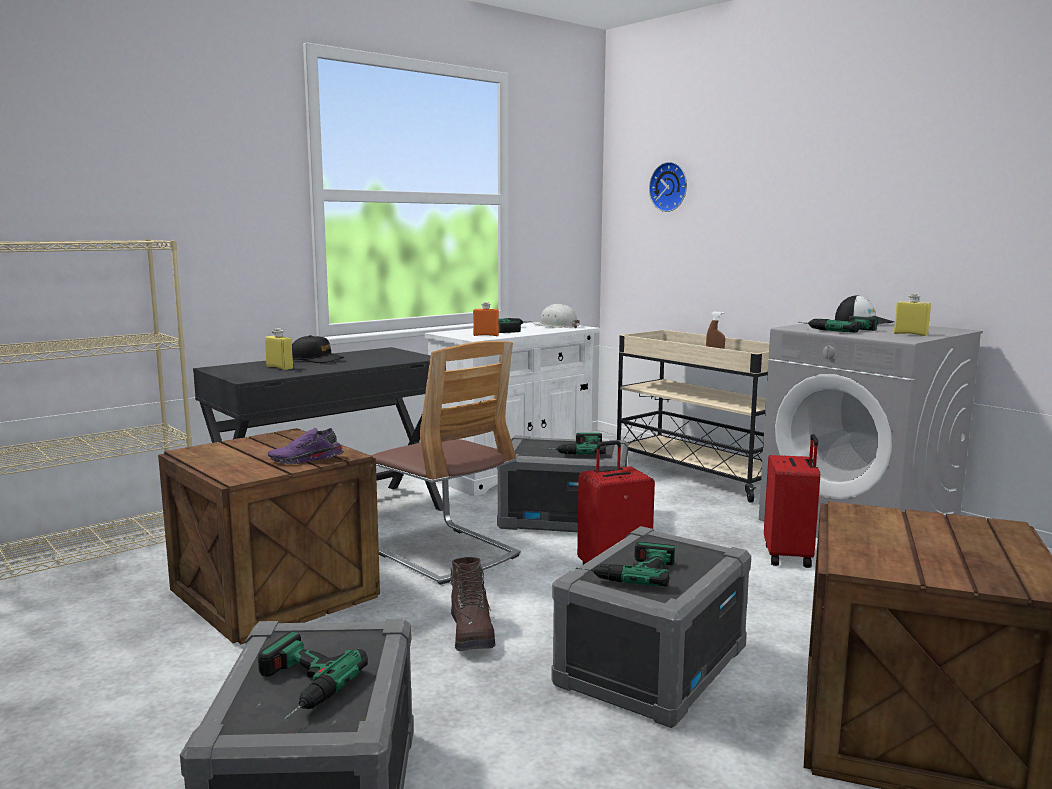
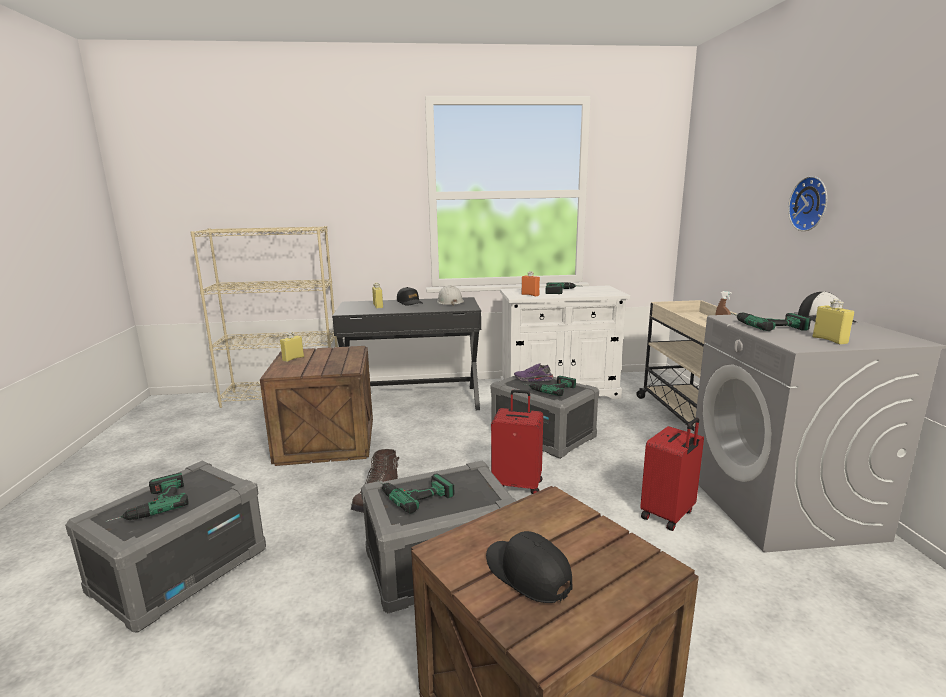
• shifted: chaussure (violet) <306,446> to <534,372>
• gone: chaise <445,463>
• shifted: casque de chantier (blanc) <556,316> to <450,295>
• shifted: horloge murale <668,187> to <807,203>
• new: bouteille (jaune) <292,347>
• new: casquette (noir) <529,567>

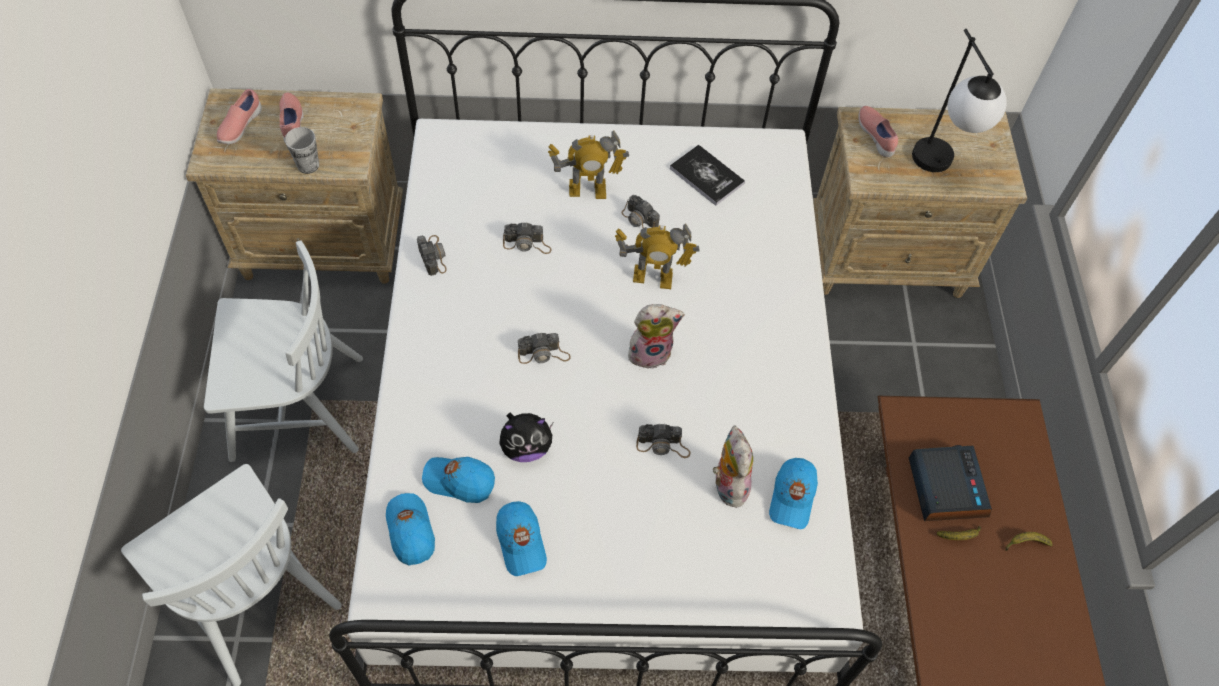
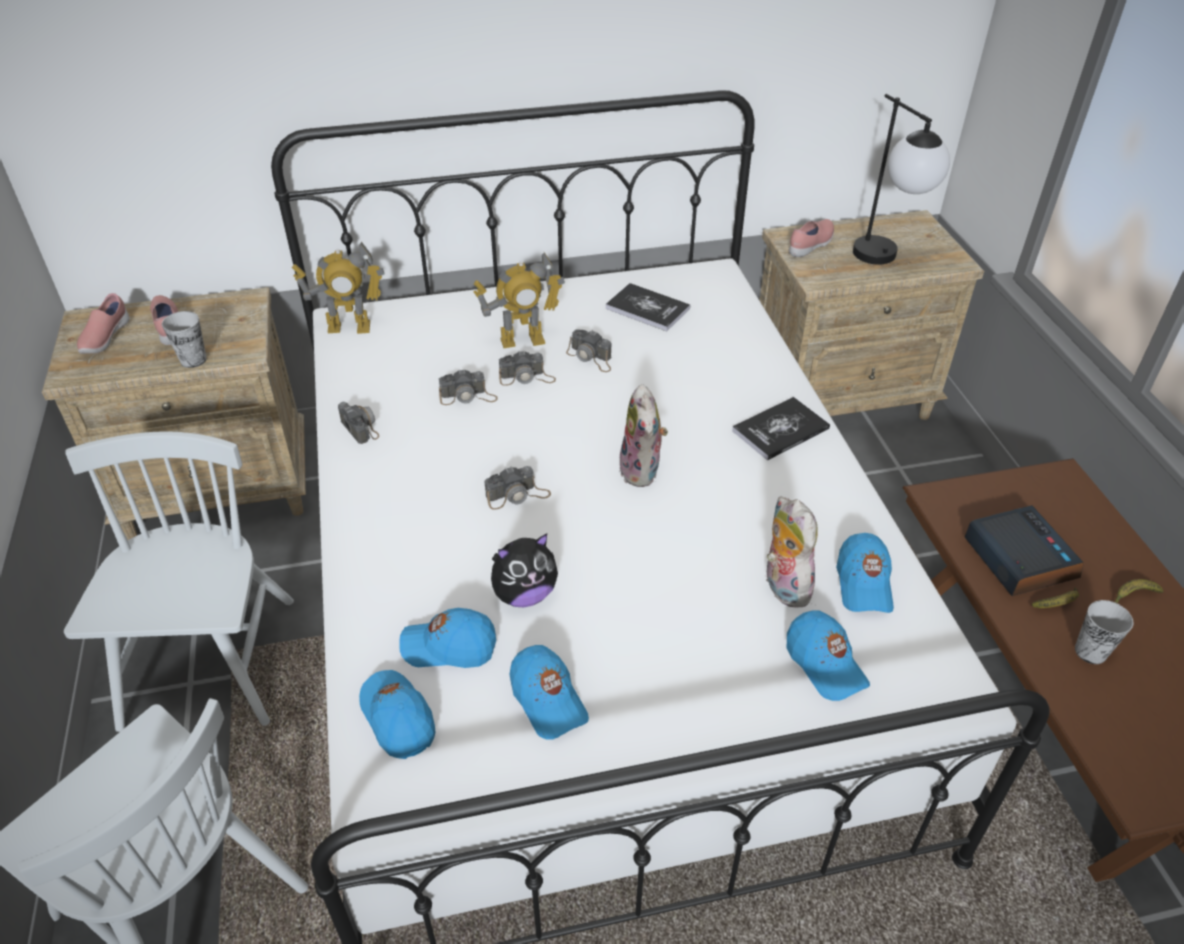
• rotated: chaise (blanc) <283,351> = <179,582> 75 degrees counterclockwise
• shifted: robot jouet <657,256> to <338,288>
• rotated: peluche <656,336> = <643,435> 105 degrees clockwise
• shifted: appareil photo <663,441> to <527,368>
• rotated: chaussure (rose) <878,131> = <811,238> 75 degrees clockwise
• new: livre <781,429>
• new: casquette (bleu) <828,655>
• new: tasse <1104,632>

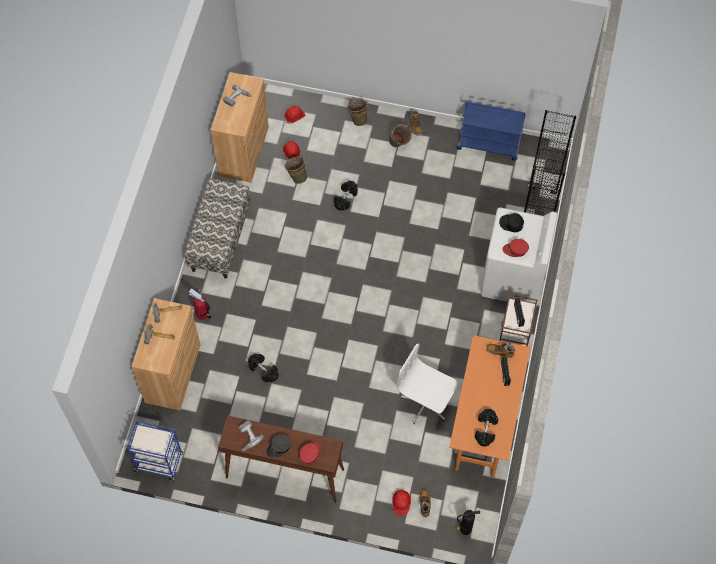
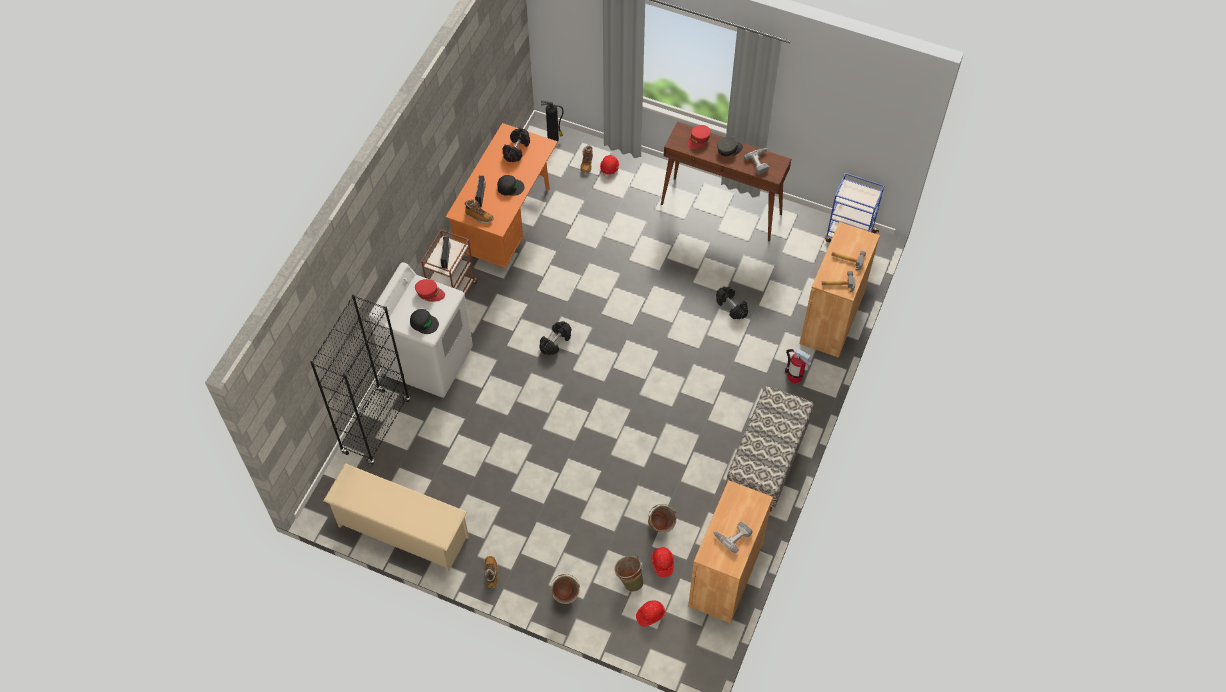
• shifted: haltère (noir) <346,195> to <555,338>
• shifted: seau (vert) <400,135> to <629,574>
• gone: chaise de bureau (blanc) <427,384>
• swapped: chariot (bleu) <491,131> to étagère à chaussures (beige) <396,517>
• new: casquette (noir) <510,185>

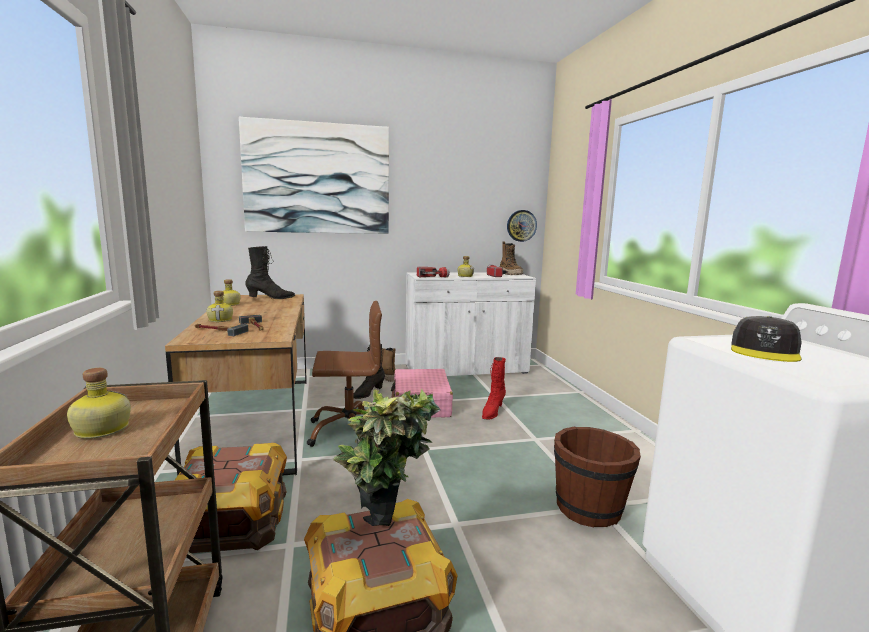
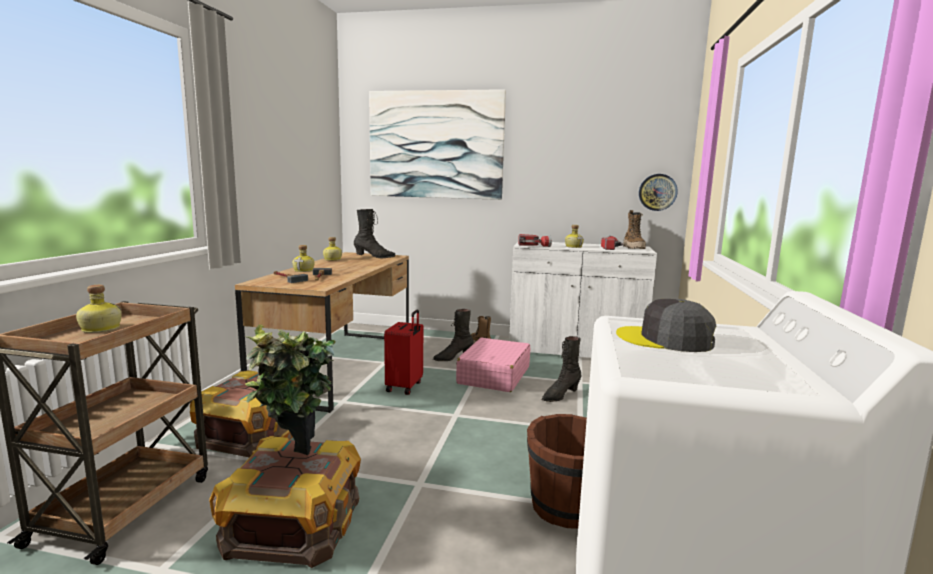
• swapped: chaise de bureau (marron) <344,374> to valise (rouge) <403,352>
• repainted: botte (rouge) <494,388> to botte (noir) <561,369>
• rotated: casquette (gris) <766,339> = <666,325> 60 degrees clockwise

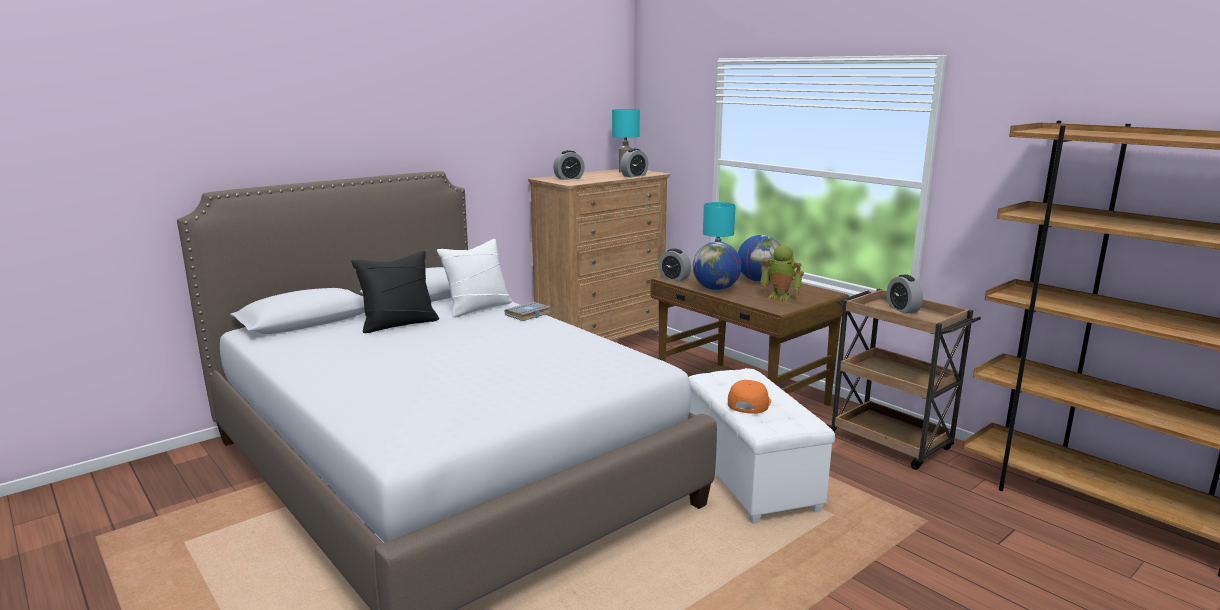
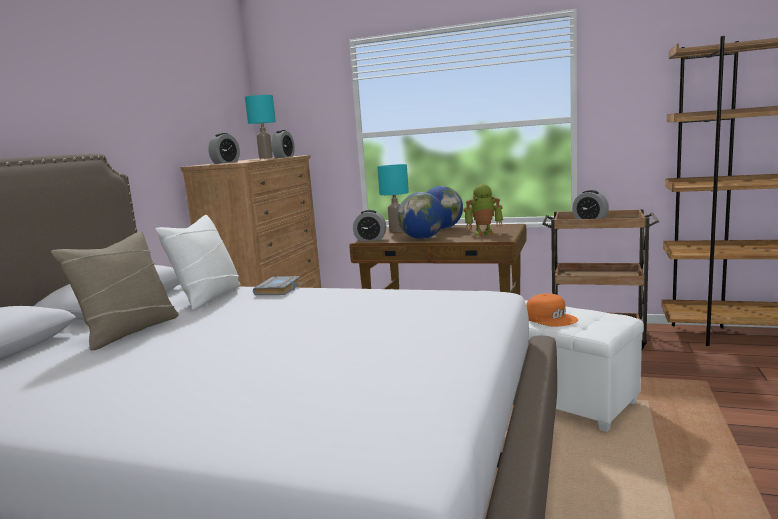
• repainted: coussin (noir) <395,292> to coussin (beige) <115,291>
• rotated: casquette (orange) <749,397> = <552,309> 150 degrees clockwise

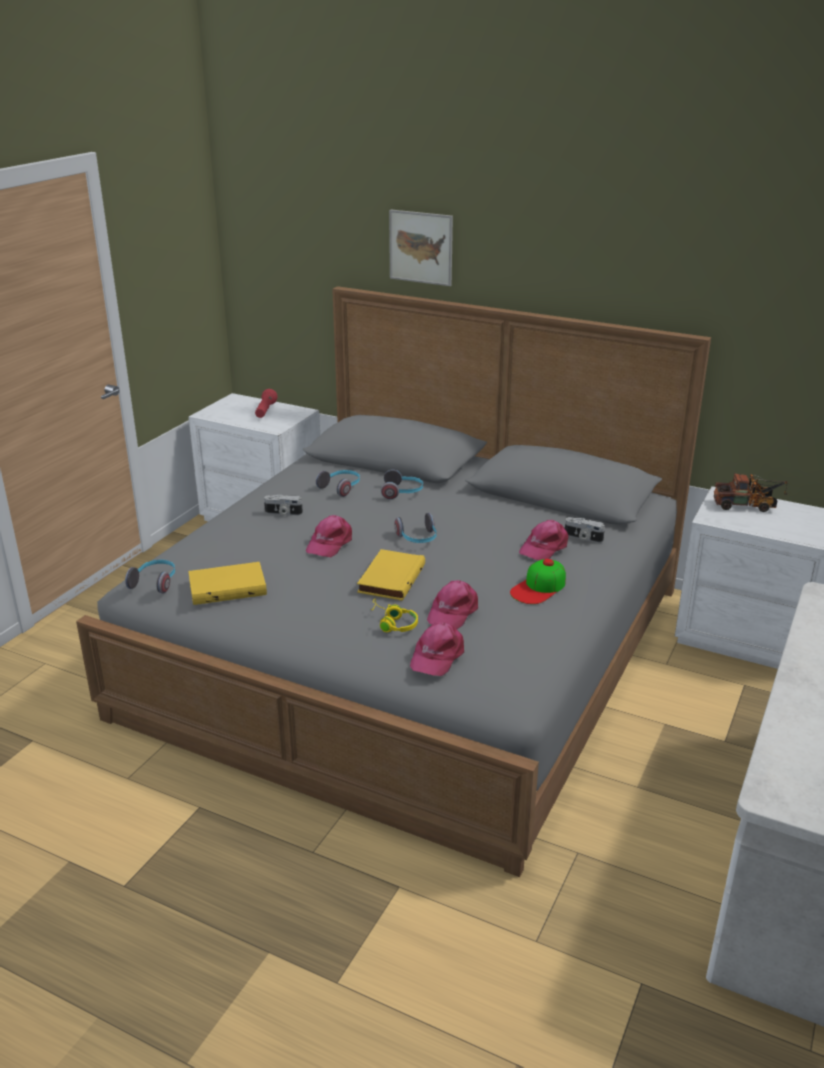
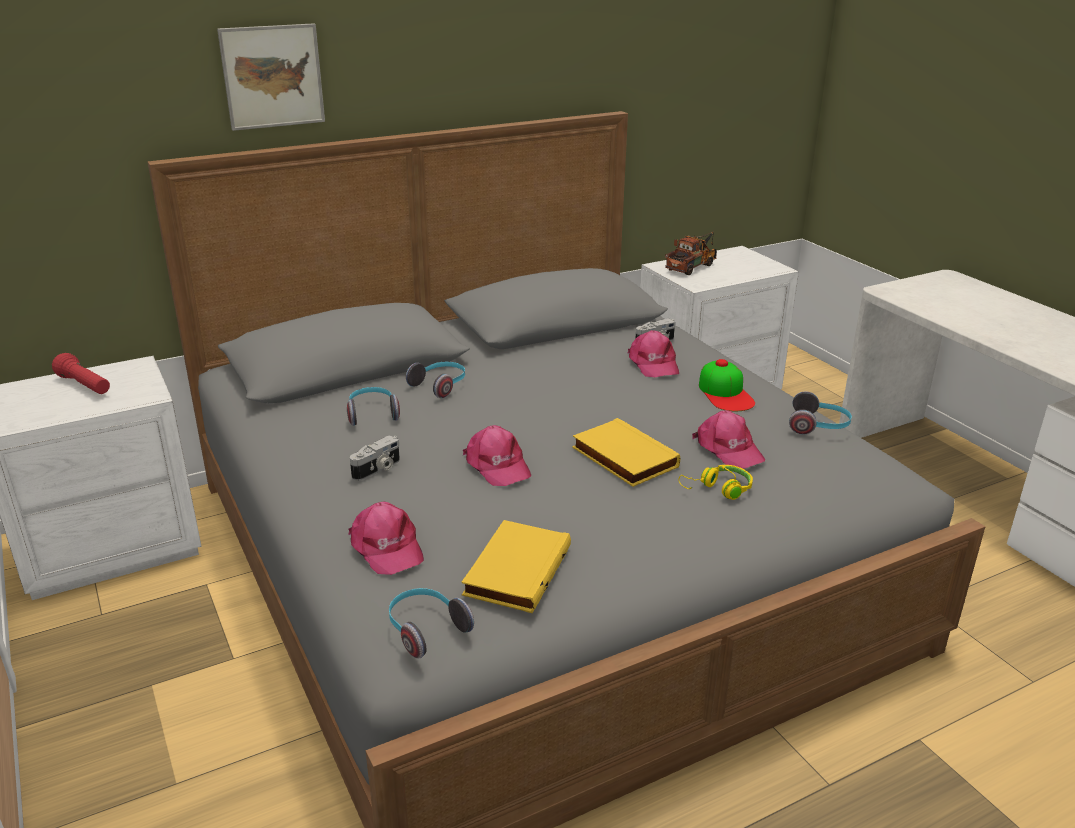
• shifted: casque audio <415,528> to <820,412>
• shifted: casquette (rose) <437,649> to <386,538>

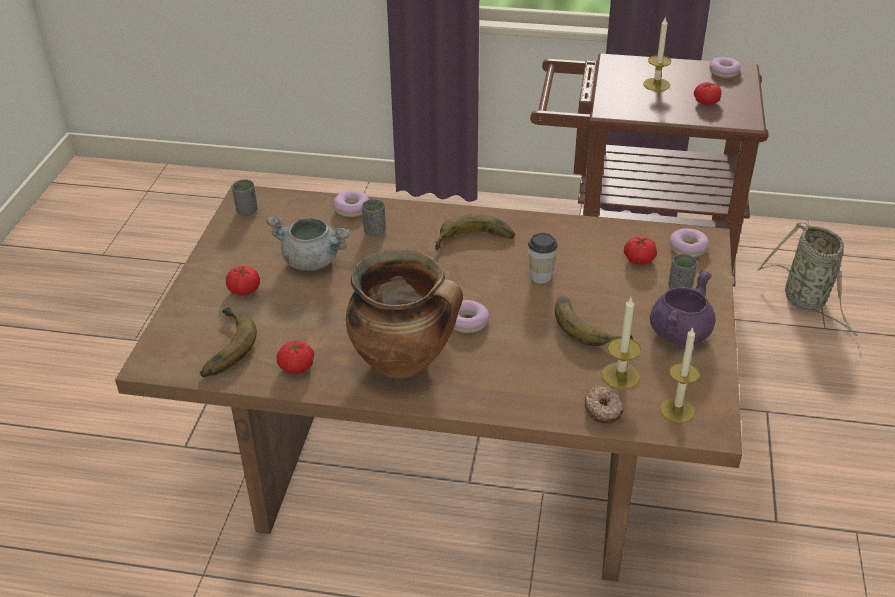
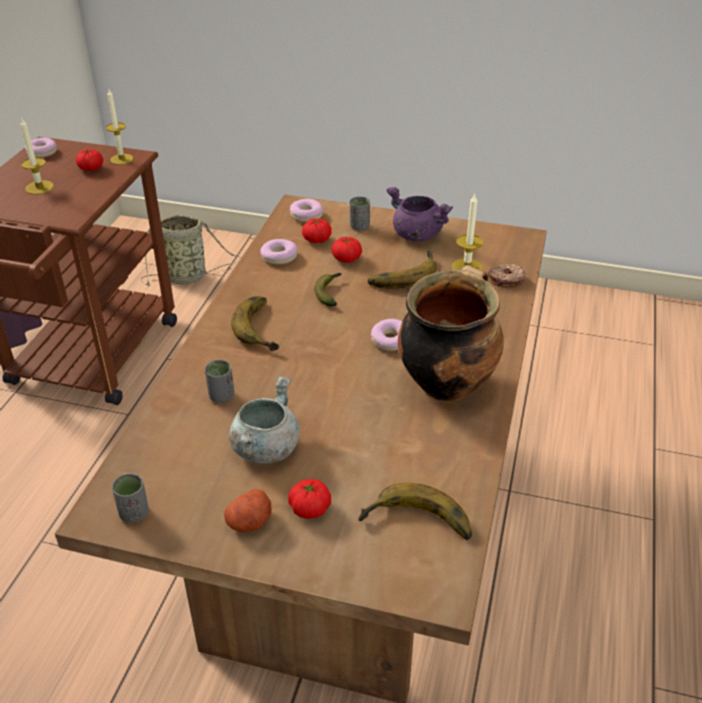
• shifted: tomate <295,357> to <346,250>
• shifted: beignet <351,203> to <278,252>
• swapped: tasse <543,258> to banane <327,289>
• shifted: bougie <680,375> to <119,127>
• new: pomme de terre <248,510>

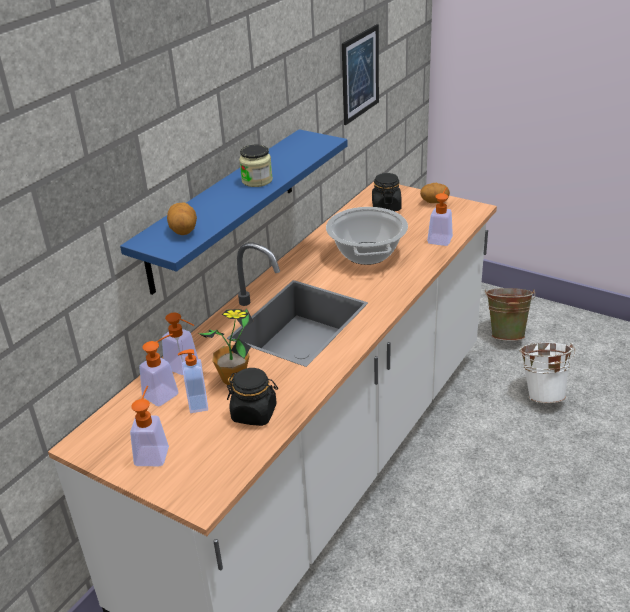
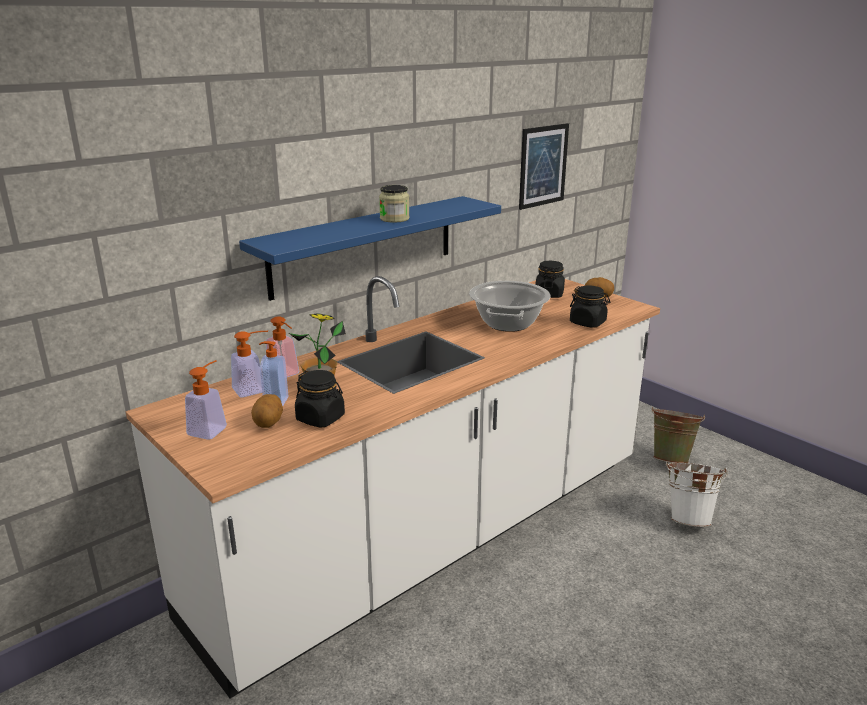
• shifted: pomme de terre <182,218> to <267,411>
• swapped: distributeur de savon <440,217> to bocal (noir) <590,307>

